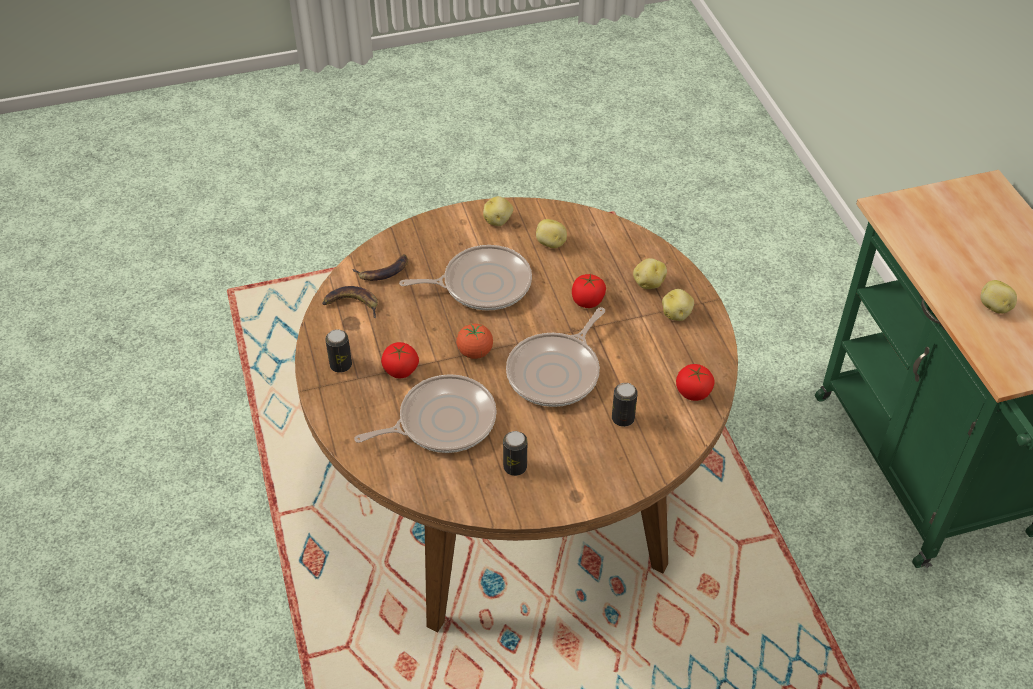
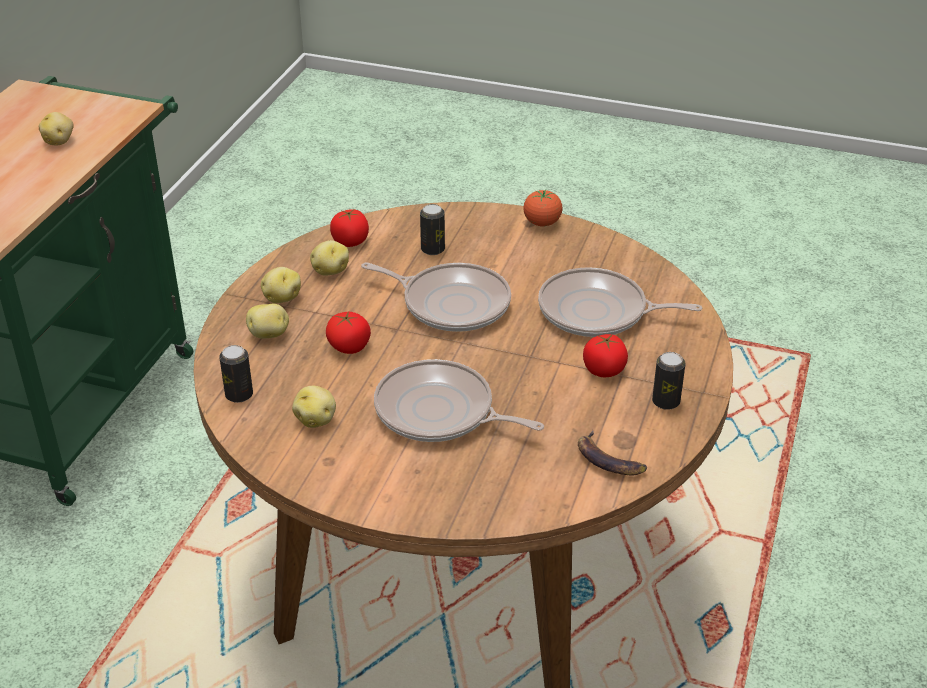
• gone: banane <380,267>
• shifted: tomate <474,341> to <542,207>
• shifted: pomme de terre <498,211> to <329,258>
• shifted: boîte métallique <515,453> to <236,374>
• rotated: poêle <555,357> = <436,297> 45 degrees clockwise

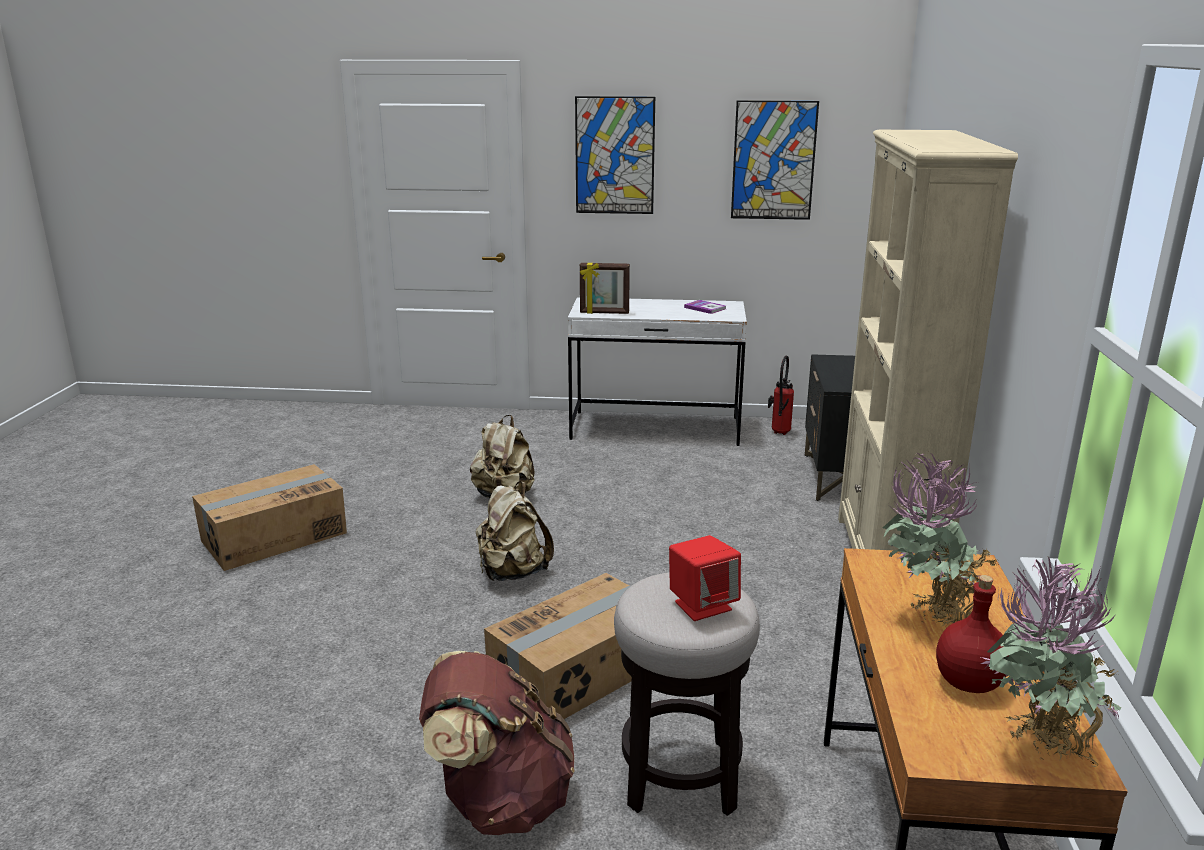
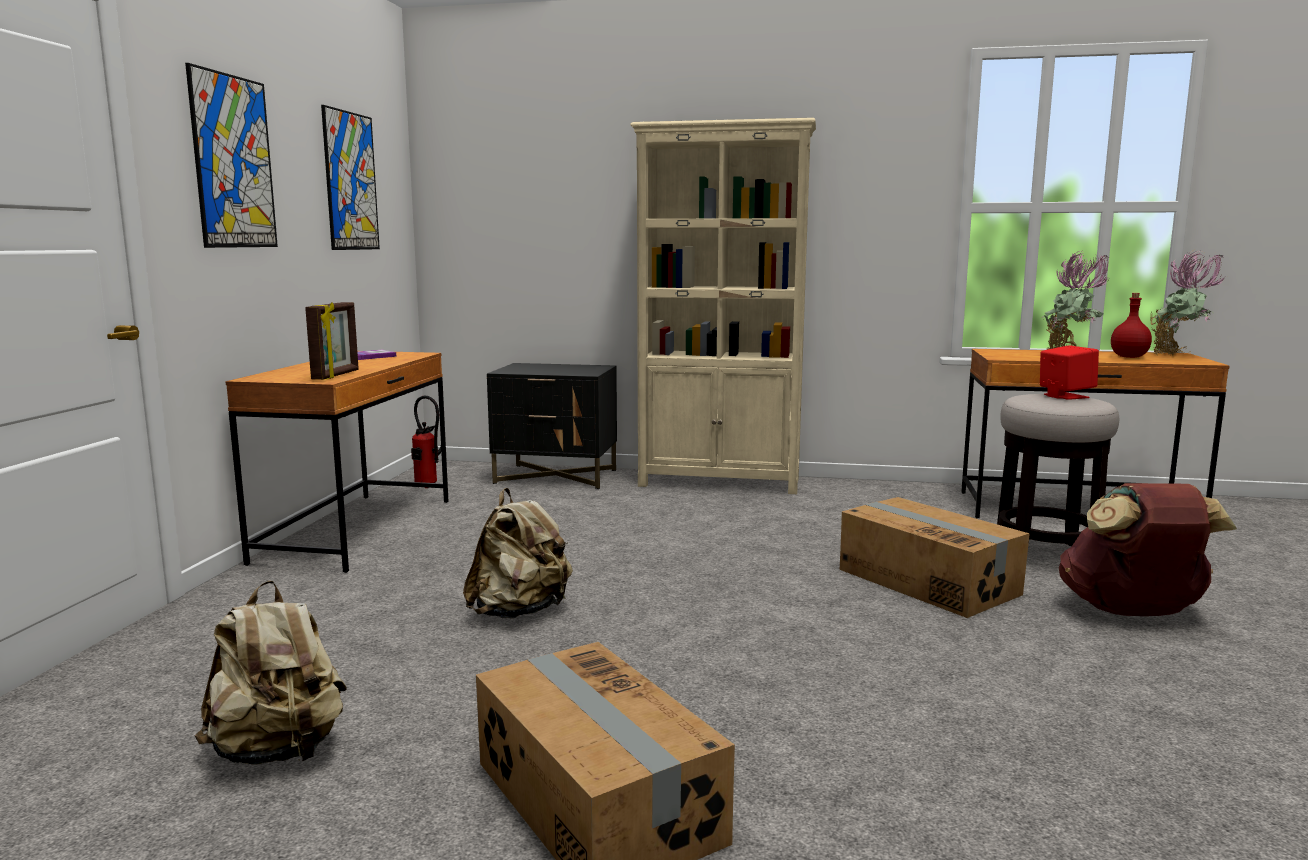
• shifted: sac à dos (beige) <515,531> to <271,672>
• repainted: bureau (blanc) <657,371> to bureau (marron) <336,462>

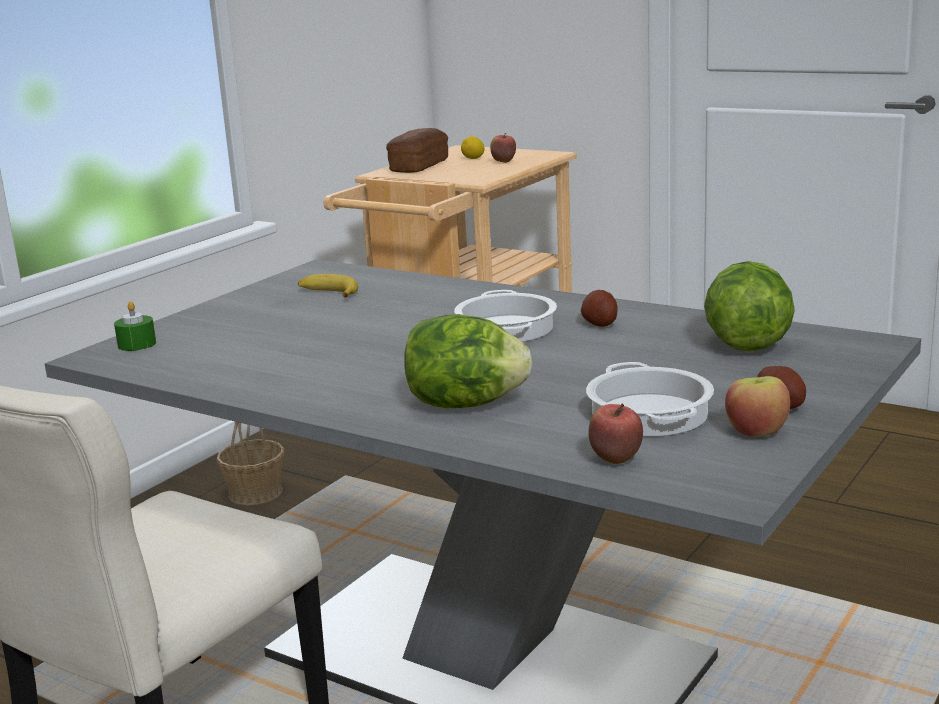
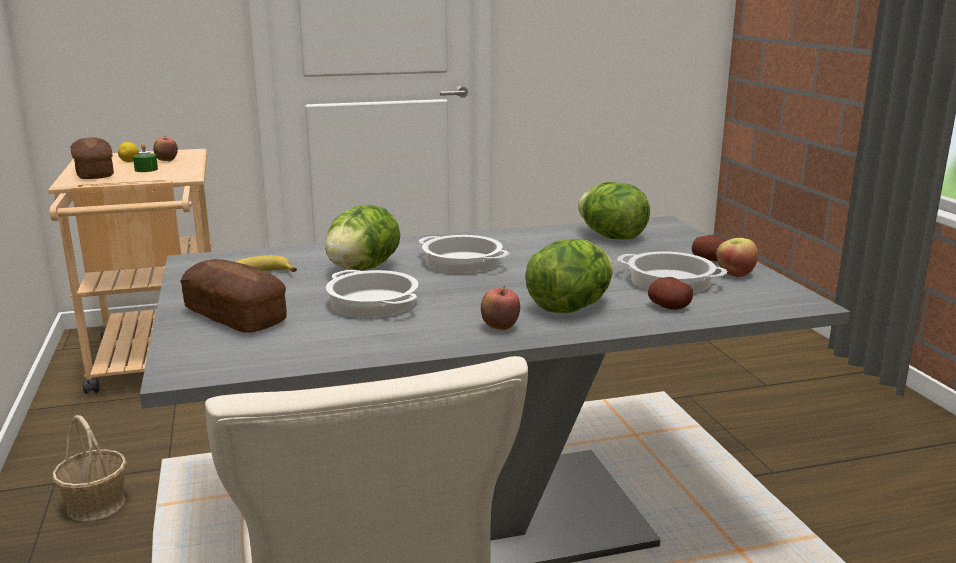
• shifted: bougie (vert) <135,326> to <145,158>
• shifted: pomme de terre <599,308> to <670,293>
• shifted: pomme <615,434> to <500,308>
• new: pain <233,296>
• new: laitue <362,237>
• new: marmite <372,294>

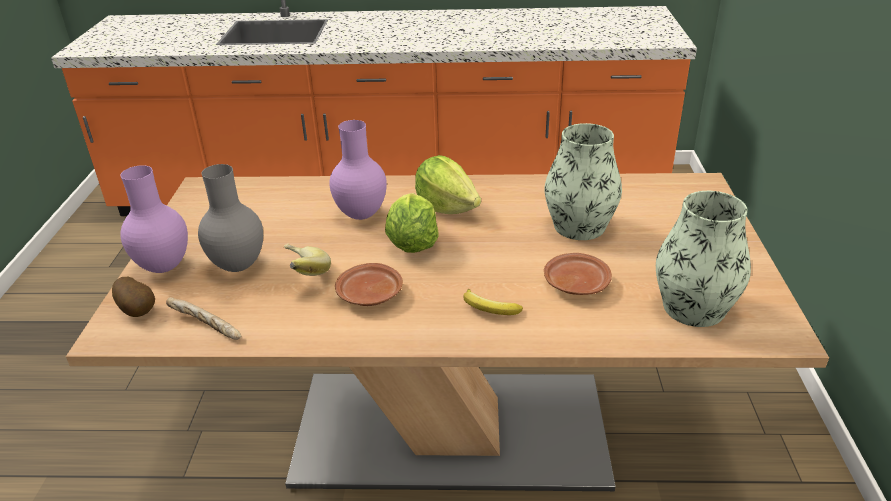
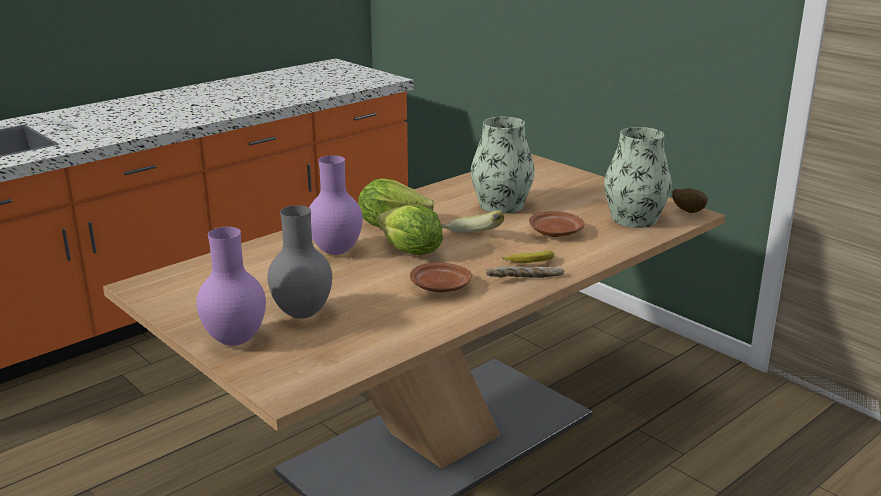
• shifted: pomme de terre <133,297> to <690,200>
• shifted: pain <203,318> to <525,272>
• shifted: banane <307,260> to <472,221>

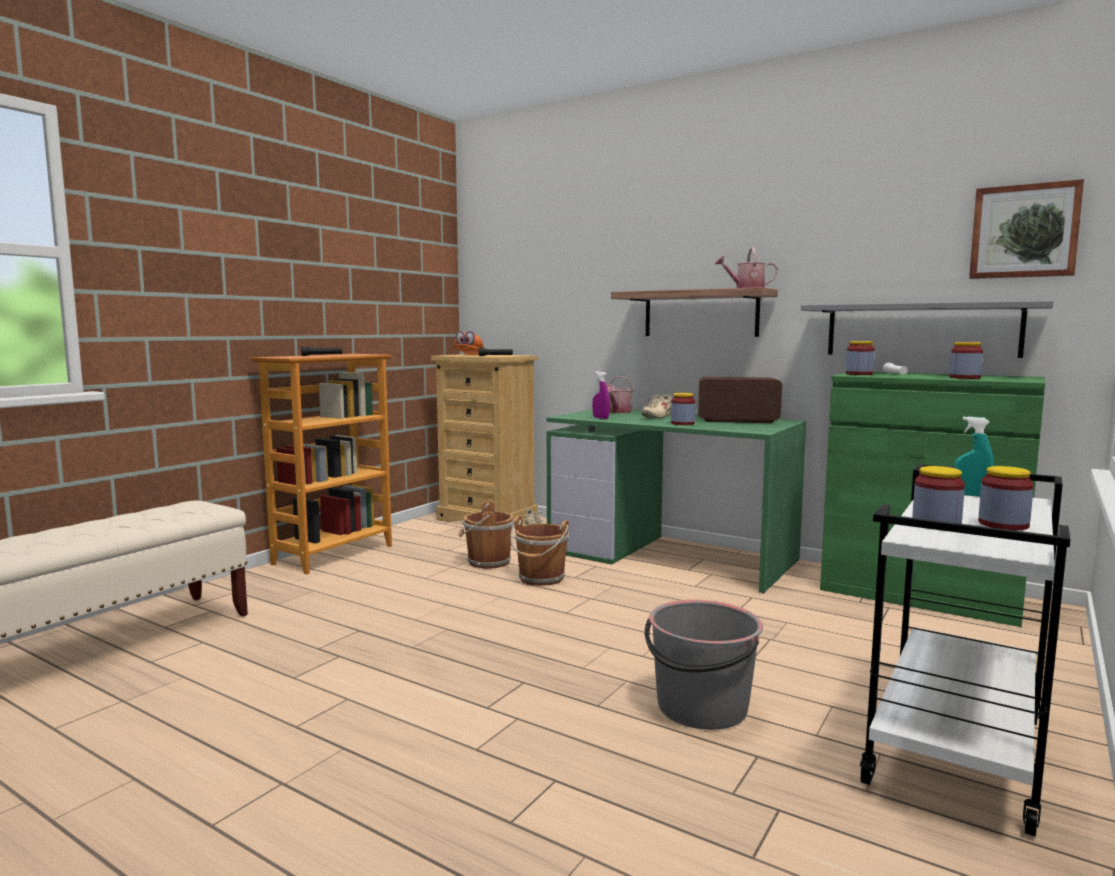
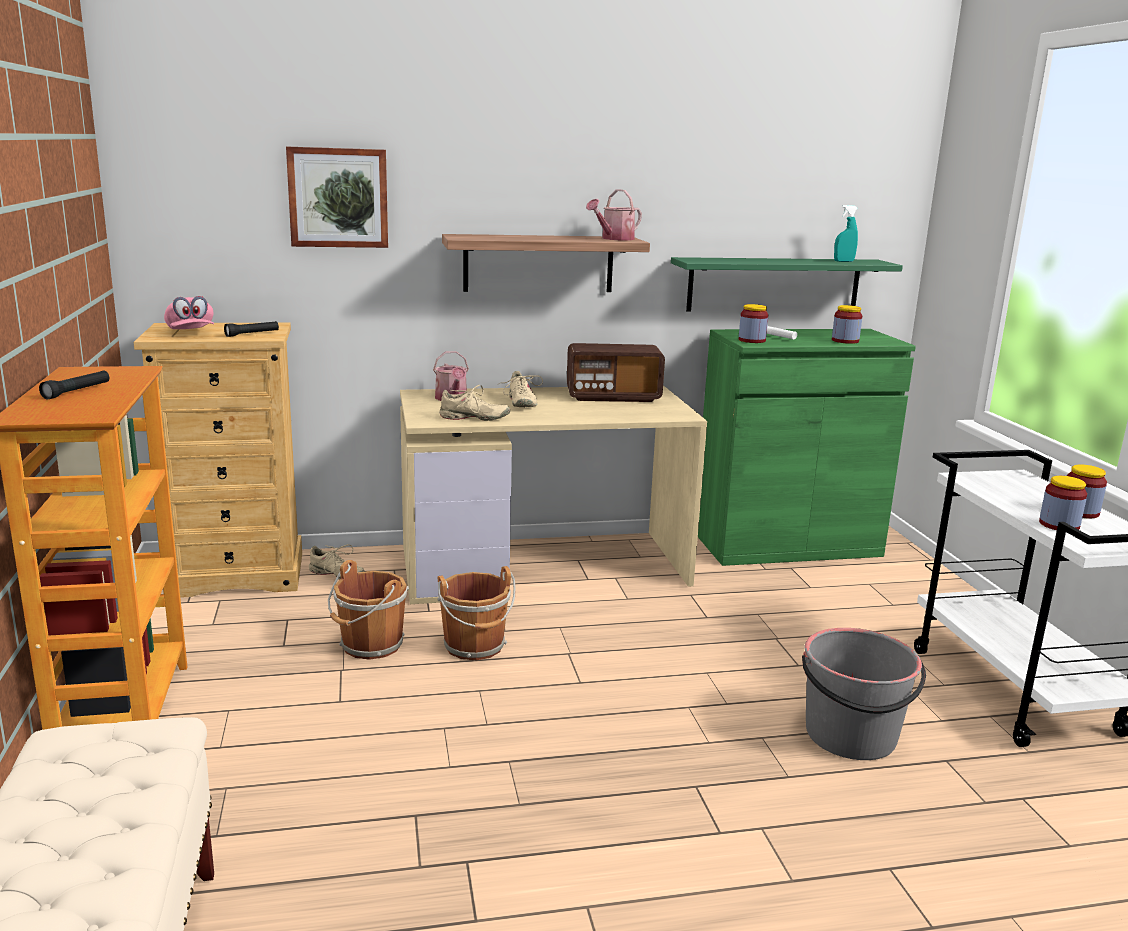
• repainted: casquette (orange) <468,343> to casquette (rose) <189,312>
• repainted: bureau (vert) <676,501> to bureau (beige) <553,494>
• swapped: vaporisateur (violet) <601,395> to chaussure (beige) <474,403>
• gone: bocal <683,409>
• rotated: radio <740,400> = <616,372> 150 degrees counterclockwise
• repainted: étagère (gris) <927,329> to étagère (vert) <787,284>
• shifted: vaporisateur (turquoise) <974,457> to <846,233>
• shifted: tableau <1026,229> to <337,197>

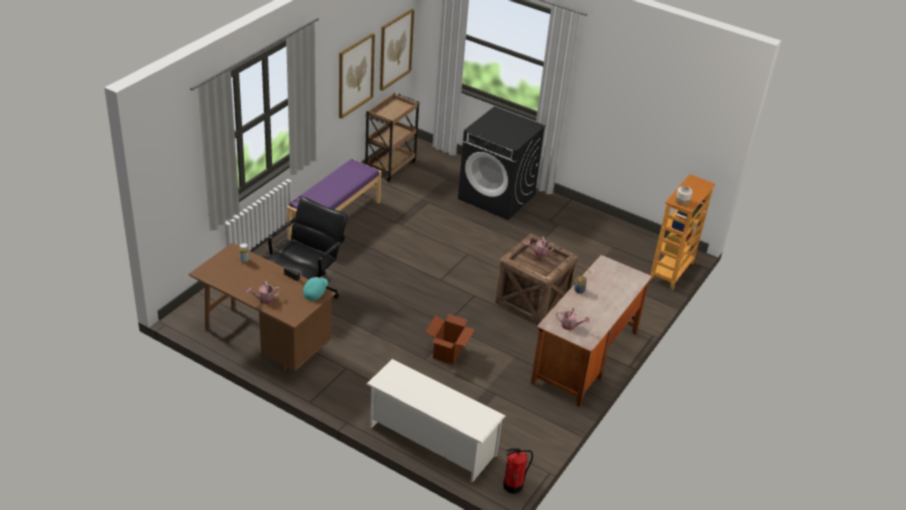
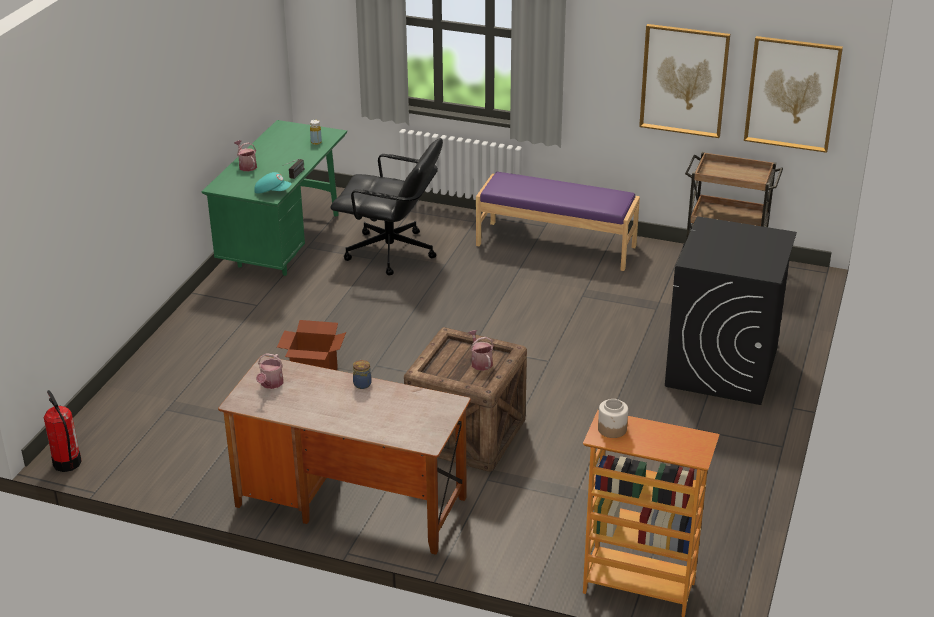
• repainted: bureau (marron) <262,307> to bureau (vert) <274,198>
• gone: étagère à chaussures (blanc) <436,420>

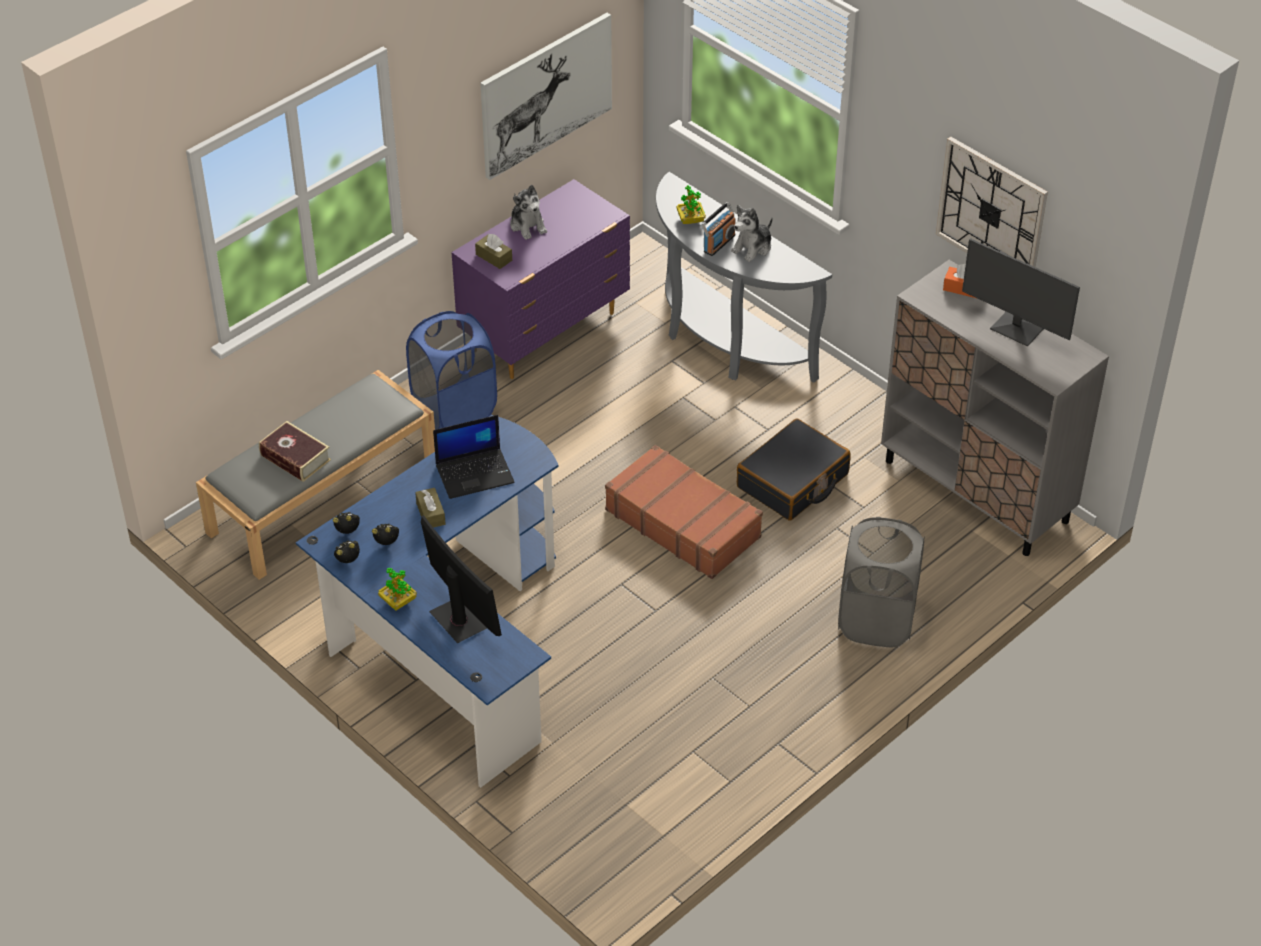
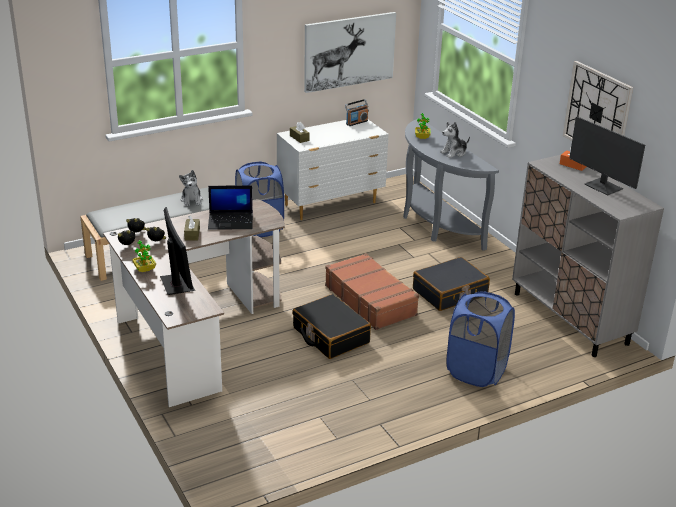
• gone: livre <295,451>
• repainted: bureau (bleu) <427,601> to bureau (marron) <194,303>
• repainted: commode (violet) <540,279> to commode (blanc) <333,170>
• shifted: peluche <528,212> to <191,188>
• shifted: radio <718,229> to <357,112>
• repainted: panier à linge (gris) <881,582> to panier à linge (bleu) <481,339>
• new: valise (noir) <332,326>

